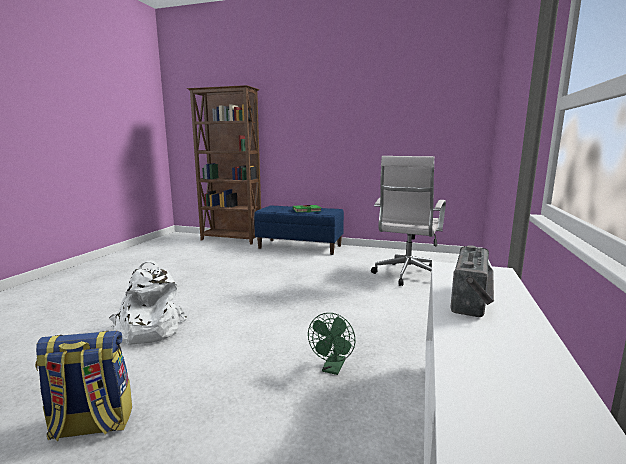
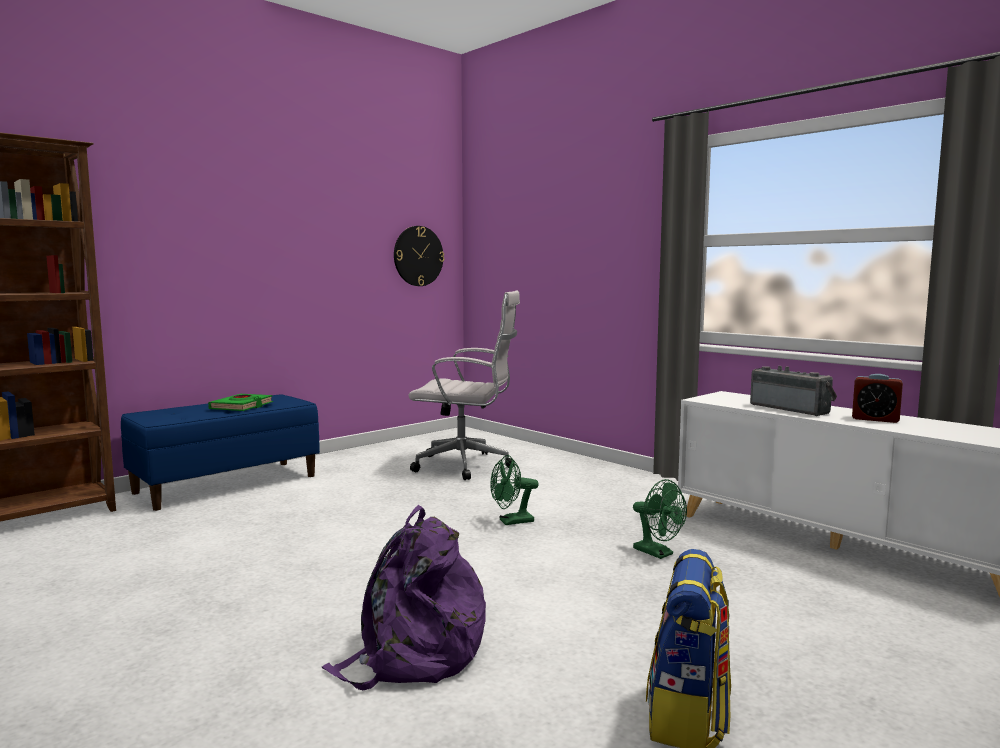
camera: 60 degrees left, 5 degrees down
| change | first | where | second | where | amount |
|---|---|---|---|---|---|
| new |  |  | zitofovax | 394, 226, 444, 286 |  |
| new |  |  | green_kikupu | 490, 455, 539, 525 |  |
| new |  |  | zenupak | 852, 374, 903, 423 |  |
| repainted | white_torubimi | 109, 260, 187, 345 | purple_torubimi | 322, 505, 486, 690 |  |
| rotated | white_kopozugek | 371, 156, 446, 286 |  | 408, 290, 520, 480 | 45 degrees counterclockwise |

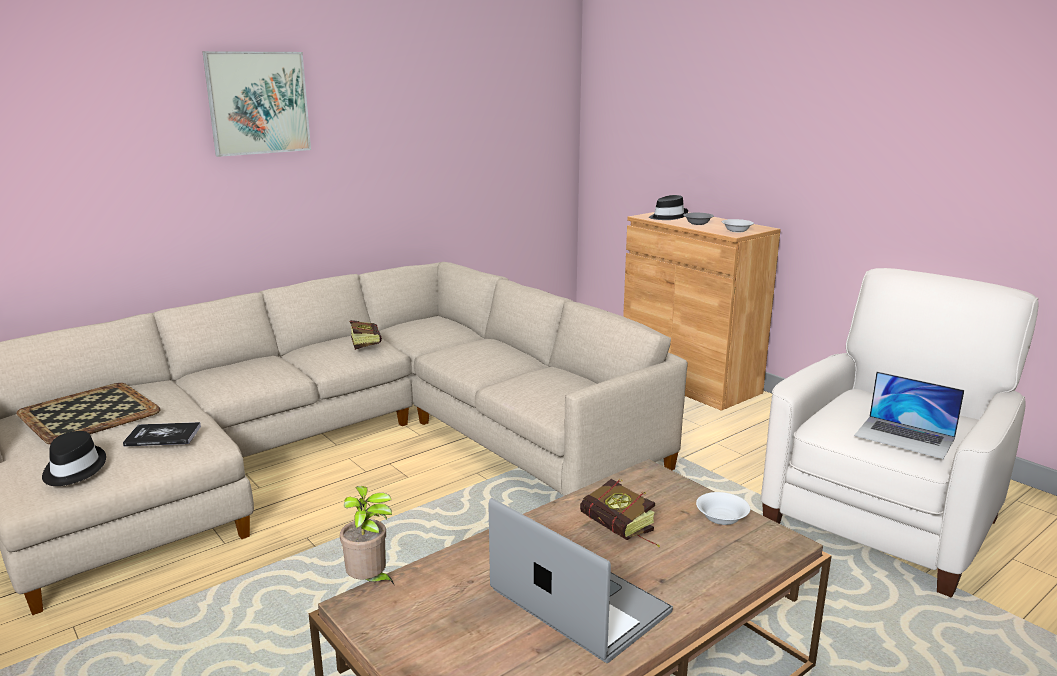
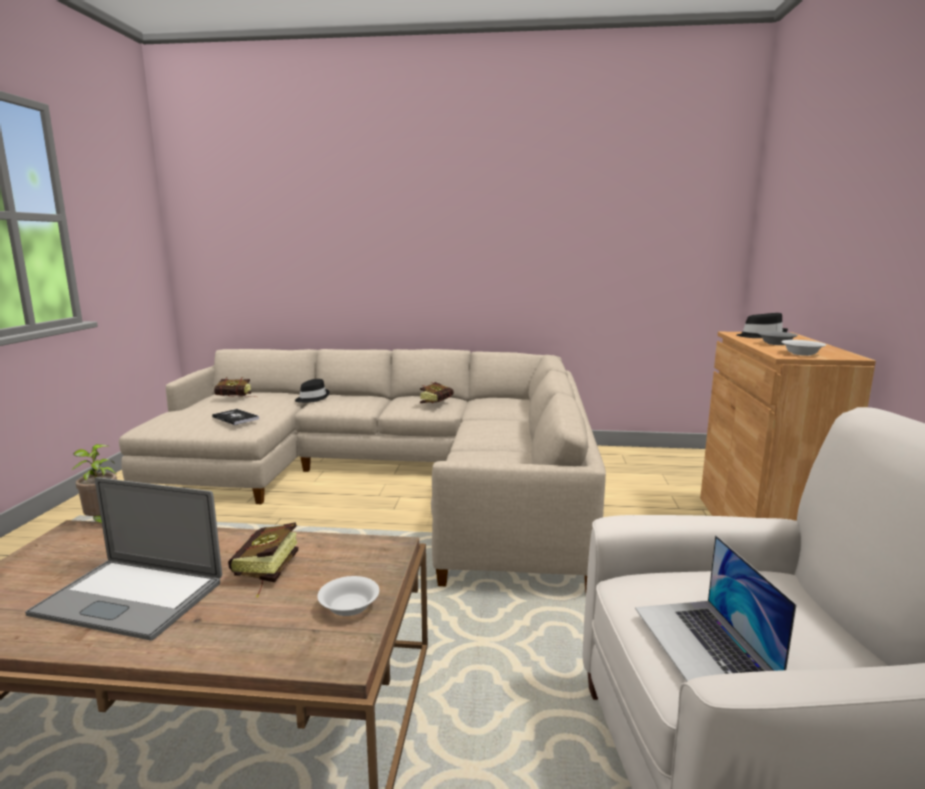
camera: 45 degrees right, 5 degrees down
| change | first | where | second | where | amount |
|---|---|---|---|---|---|
| gone | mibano | 202, 51, 311, 157 |  |  |  |
| shifted | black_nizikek | 42, 431, 106, 486 |  | 295, 379, 330, 403 |  |
| swapped | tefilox | 16, 383, 161, 444 | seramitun | 214, 377, 258, 397 |  |
| rotated | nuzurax | 489, 498, 673, 663 |  | 25, 477, 222, 641 | 105 degrees clockwise |

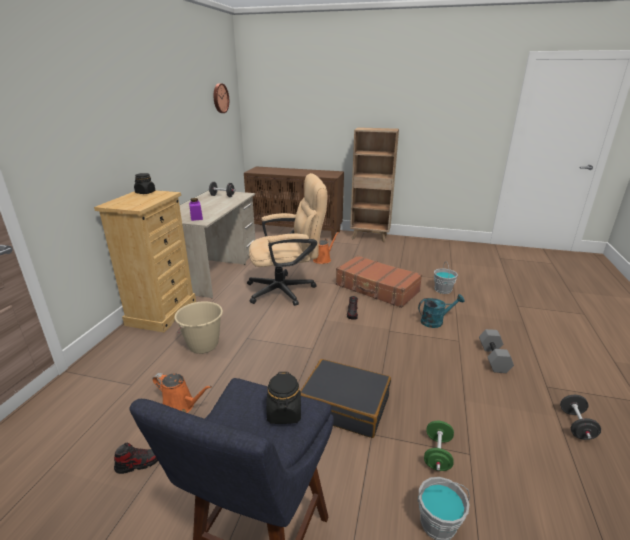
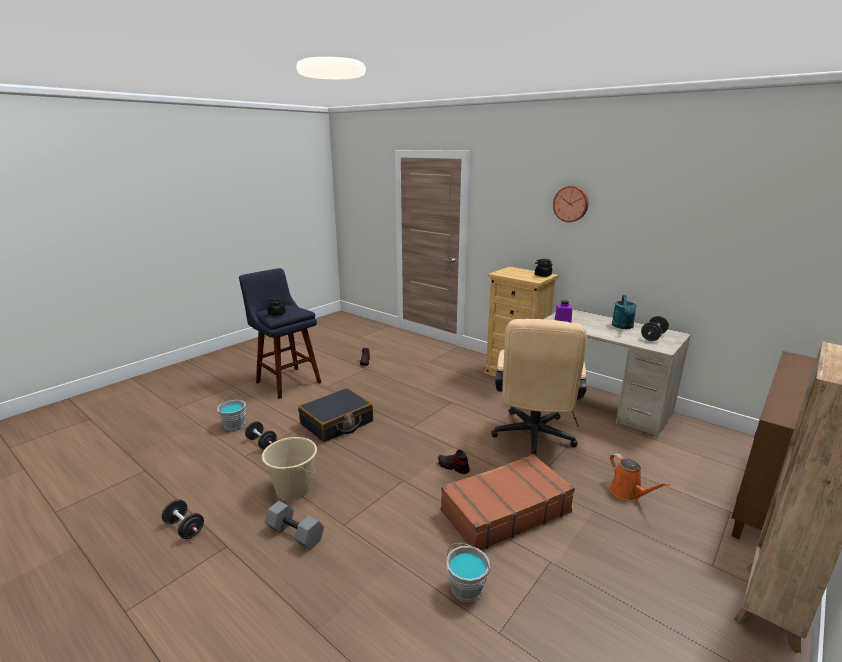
camera: 115 degrees right, 5 degrees down
| change | first | where | second | where | amount |
|---|---|---|---|---|---|
| gone | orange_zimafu | 152, 373, 212, 413 |  |  |  |
| shifted | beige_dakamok | 174, 301, 223, 354 |  | 262, 437, 317, 499 |  |
| shifted | zitofovax | 214, 83, 229, 113 |  | 553, 186, 588, 222 |  |
| shifted | turquoise_zimafu | 418, 294, 465, 328 |  | 612, 295, 636, 329 |  |
| repainted | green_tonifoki | 424, 421, 454, 471 | black_tonifoki | 245, 421, 277, 450 |  |

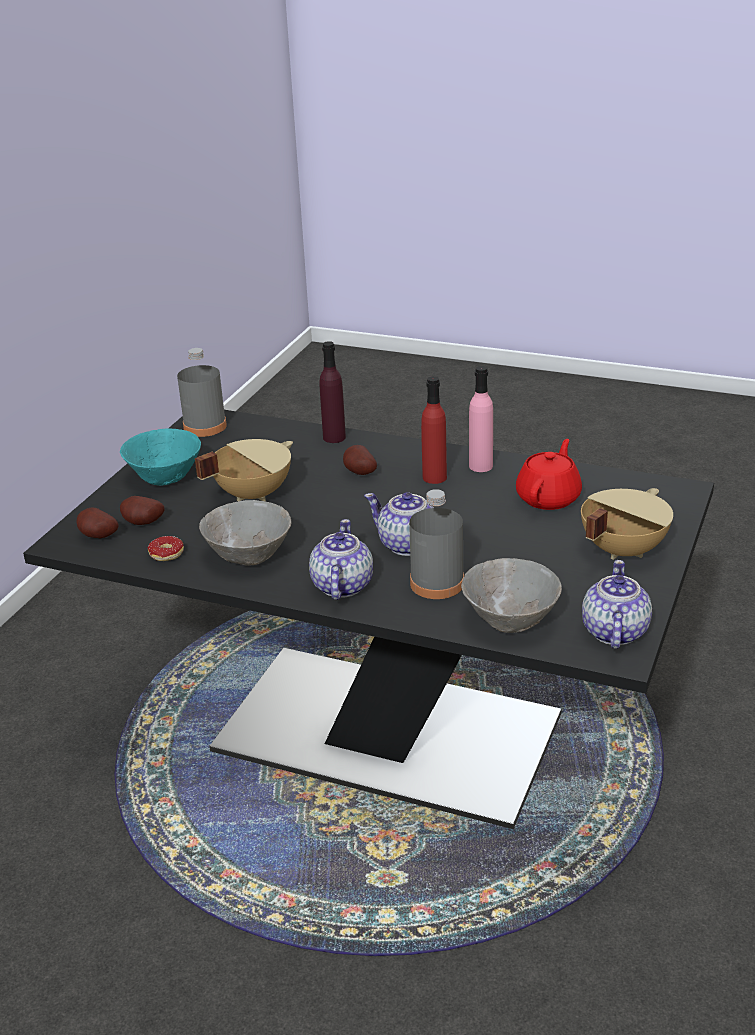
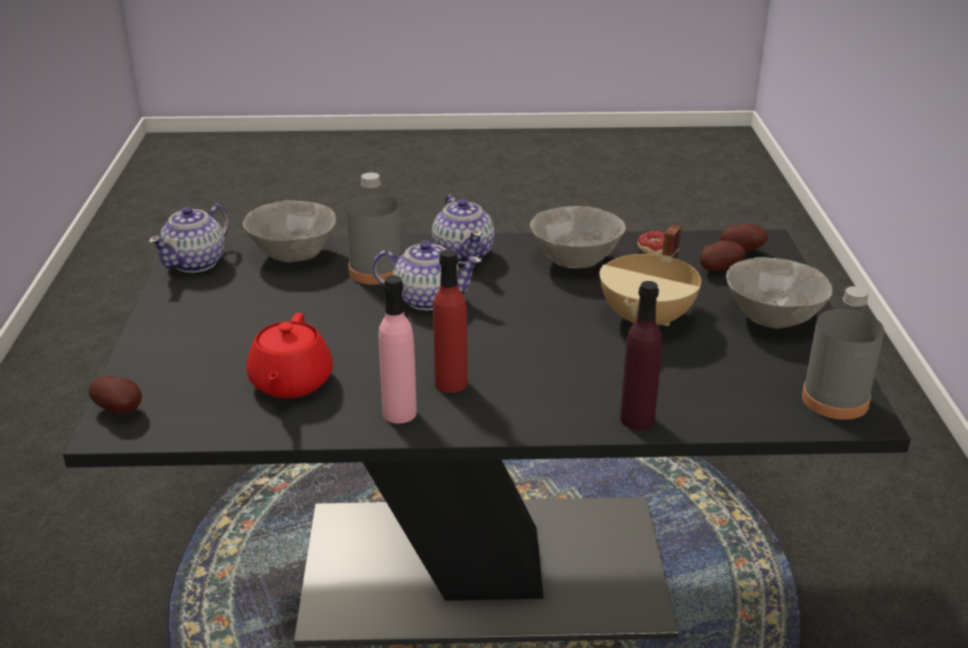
camera: 155 degrees right, 0 degrees up
| change | first | where | second | where | amount |
|---|---|---|---|---|---|
| gone | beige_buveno | 581, 488, 673, 560 |  |  |  |
| shifted | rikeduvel | 343, 445, 377, 475 |  | 88, 376, 142, 414 |  |
| repainted | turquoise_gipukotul | 120, 428, 201, 486 | grey_gipukotul | 726, 257, 832, 329 |  |
| rotated | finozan | 582, 560, 652, 649 |  | 149, 204, 230, 273 | 45 degrees clockwise |

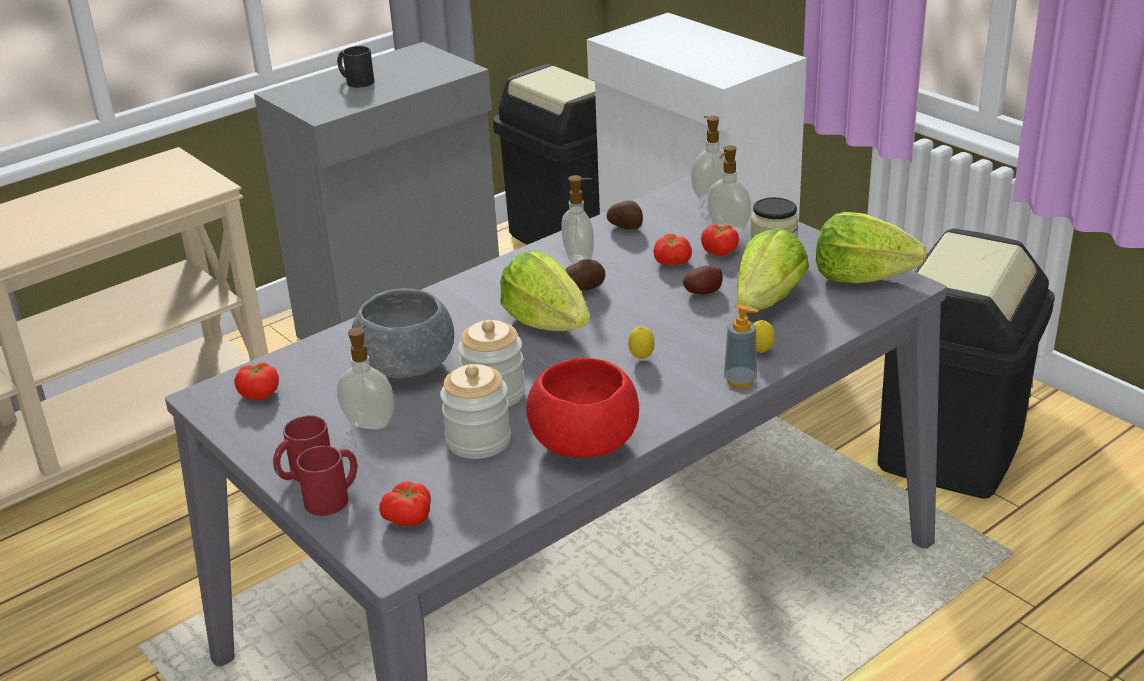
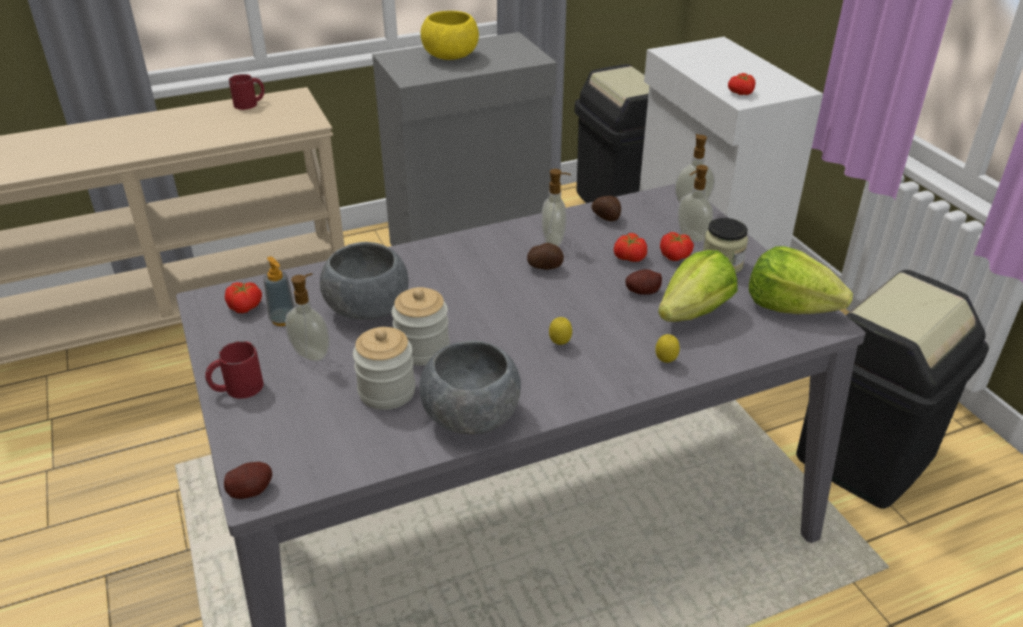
camera: 15 degrees right, 5 degrees up
| change | first | where | second | where | amount |
|---|---|---|---|---|---|
| gone | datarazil | 500, 251, 590, 331 |  |  |  |
| new |  |  | rikeduvel | 224, 462, 272, 499 |  |
| shifted | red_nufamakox | 296, 446, 357, 516 |  | 229, 74, 265, 110 |  |
| shifted | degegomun | 379, 481, 431, 526 |  | 728, 73, 756, 95 |  |
| shifted | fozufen | 724, 303, 758, 388 |  | 263, 256, 295, 326 |  |
| swapped | black_nufamakox | 337, 46, 374, 88 | yellow_gipukotul | 421, 11, 479, 60 |  |
| repainted | red_gipukotul | 526, 358, 639, 458 | grey_gipukotul | 419, 341, 521, 434 |  |

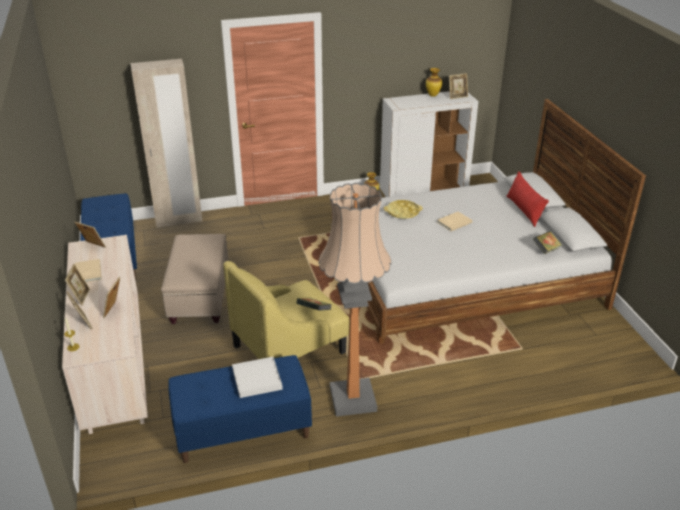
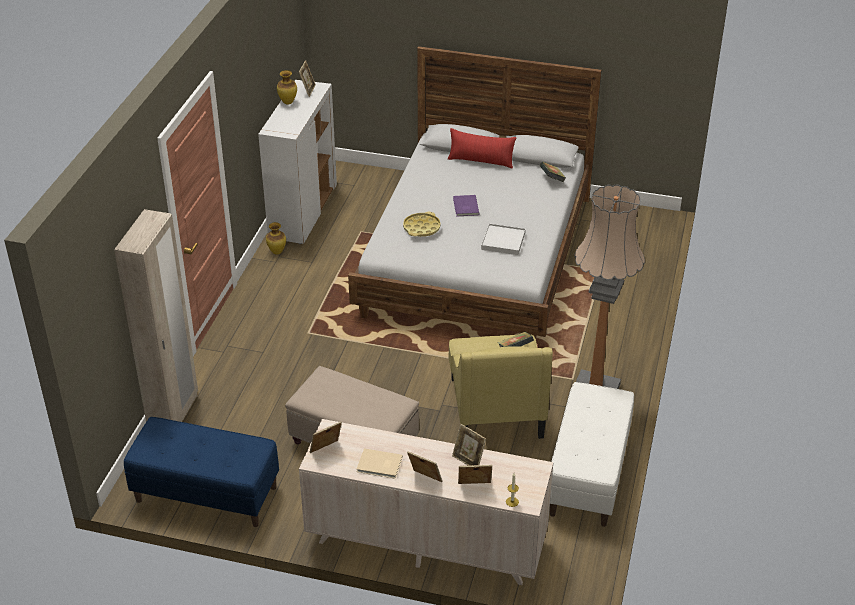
camera: 60 degrees left, 5 degrees up
| change | first | where | second | where | amount |
|---|---|---|---|---|---|
| shifted | white_tefilox | 232, 357, 283, 398 |  | 481, 224, 526, 255 |  |
| repainted | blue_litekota | 168, 355, 312, 463 | white_litekota | 550, 382, 634, 527 |  |
| repainted | beige_seramitun | 437, 212, 473, 231 | purple_seramitun | 453, 195, 479, 217 |  |

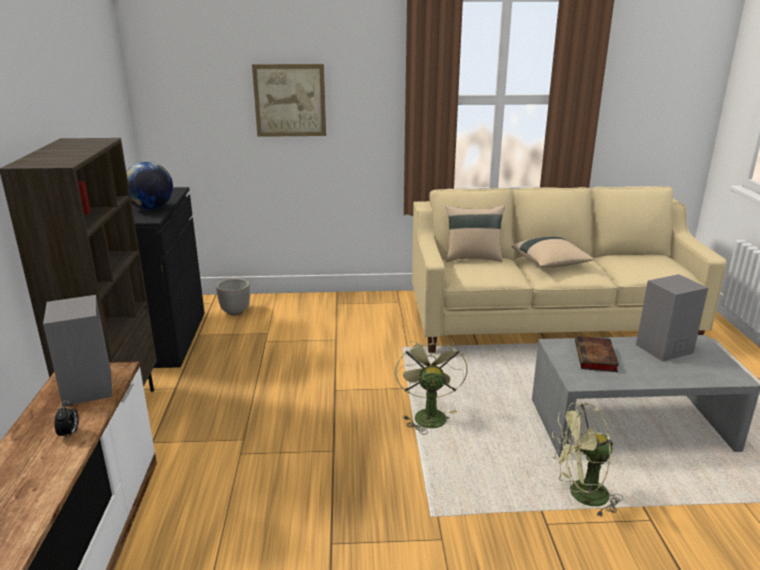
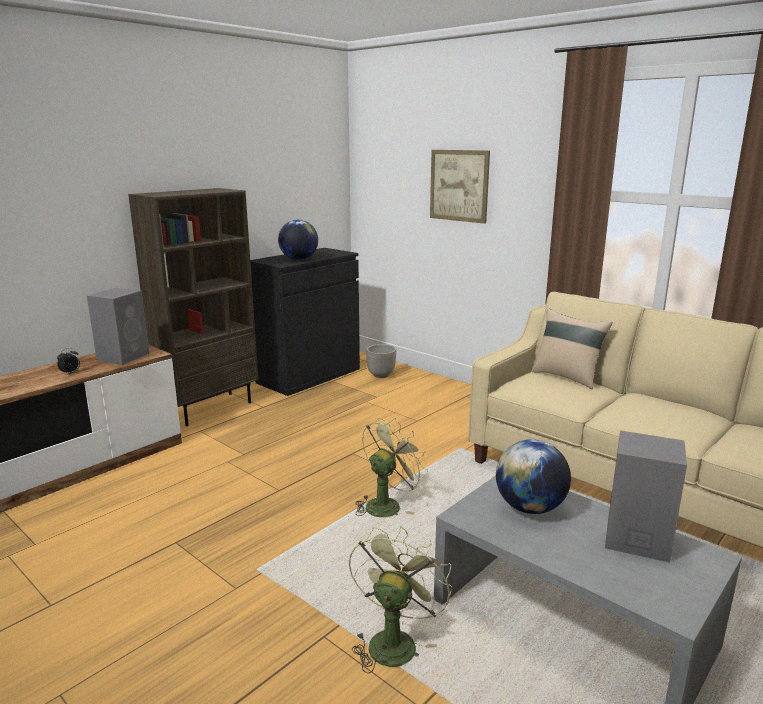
camera: 45 degrees right, 5 degrees down
| change | first | where | second | where | amount |
|---|---|---|---|---|---|
| gone | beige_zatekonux | 512, 237, 594, 268 |  |  |  |
| swapped | seramitun | 575, 336, 619, 372 | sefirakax | 496, 439, 571, 514 |  |
| rotated | green_kikupu | 552, 403, 623, 517 |  | 349, 526, 452, 674 | 75 degrees clockwise |

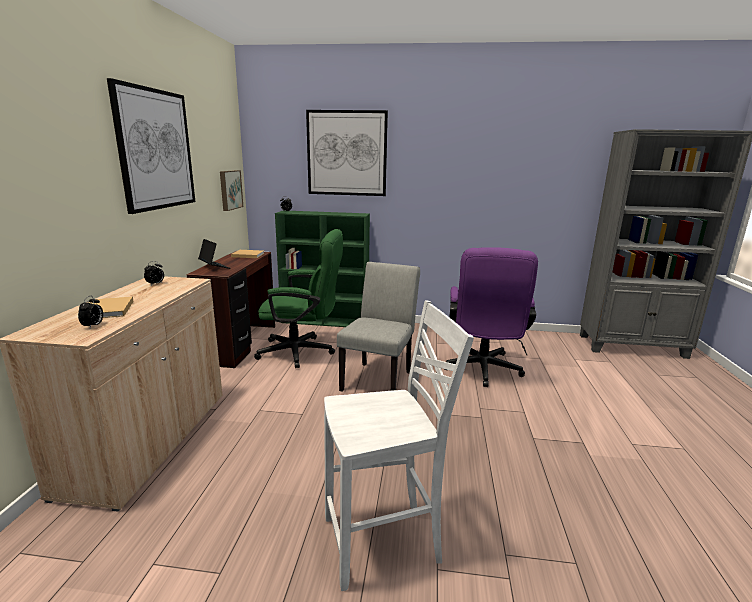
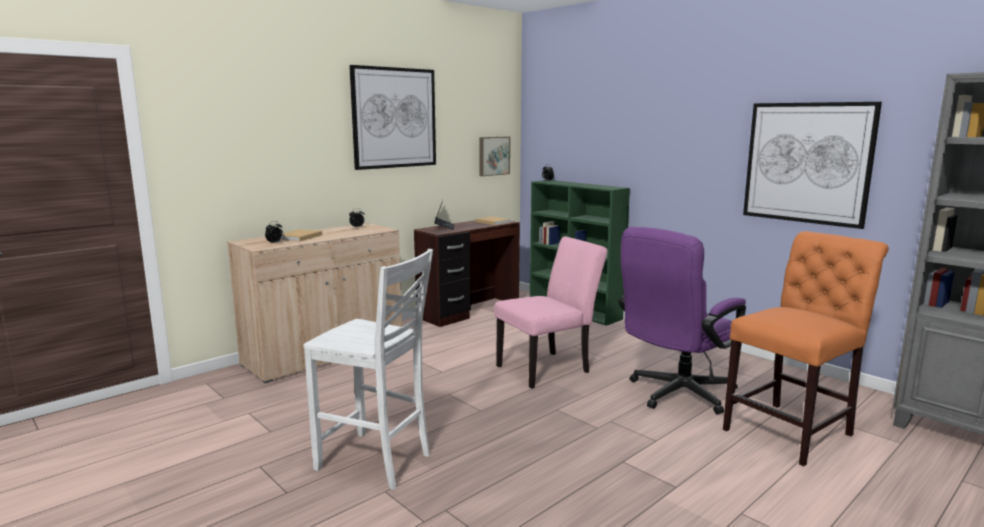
camera: 40 degrees right, 5 degrees down
| change | first | where | second | where | amount |
|---|---|---|---|---|---|
| gone | green_kopozugek | 254, 229, 343, 368 |  |  |  |
| new |  |  | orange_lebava | 723, 231, 889, 466 |  |
| shifted | mibano | 306, 110, 388, 196 |  | 743, 102, 882, 229 |  |
| repainted | grey_lebava | 337, 262, 420, 392 | pink_lebava | 495, 236, 607, 389 |  |

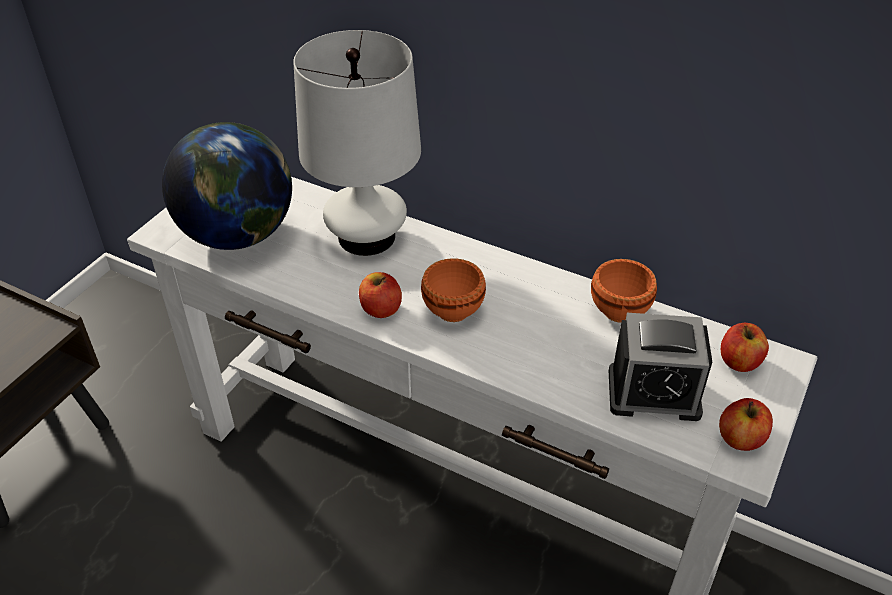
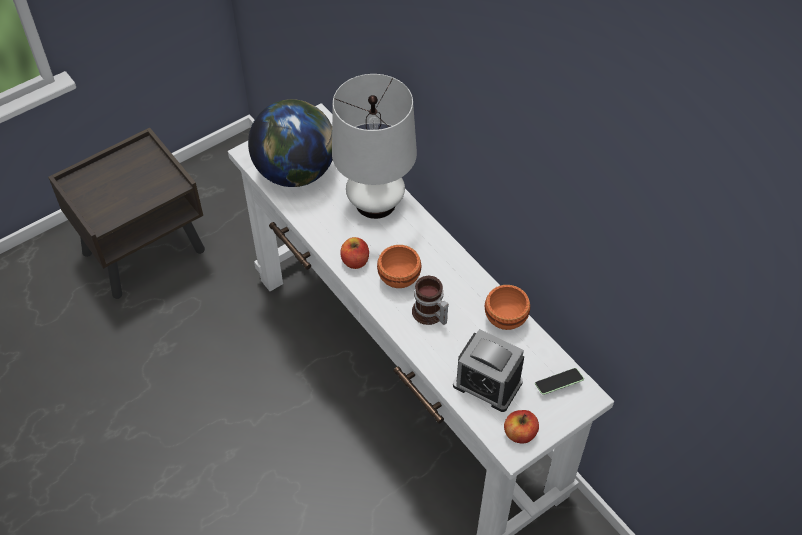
camera: 25 degrees right, 10 degrees up
| change | first | where | second | where | amount |
|---|---|---|---|---|---|
| new |  |  | nufamakox | 412, 276, 449, 325 |  |
| swapped | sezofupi | 721, 323, 769, 372 | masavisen | 535, 368, 584, 395 |  |

